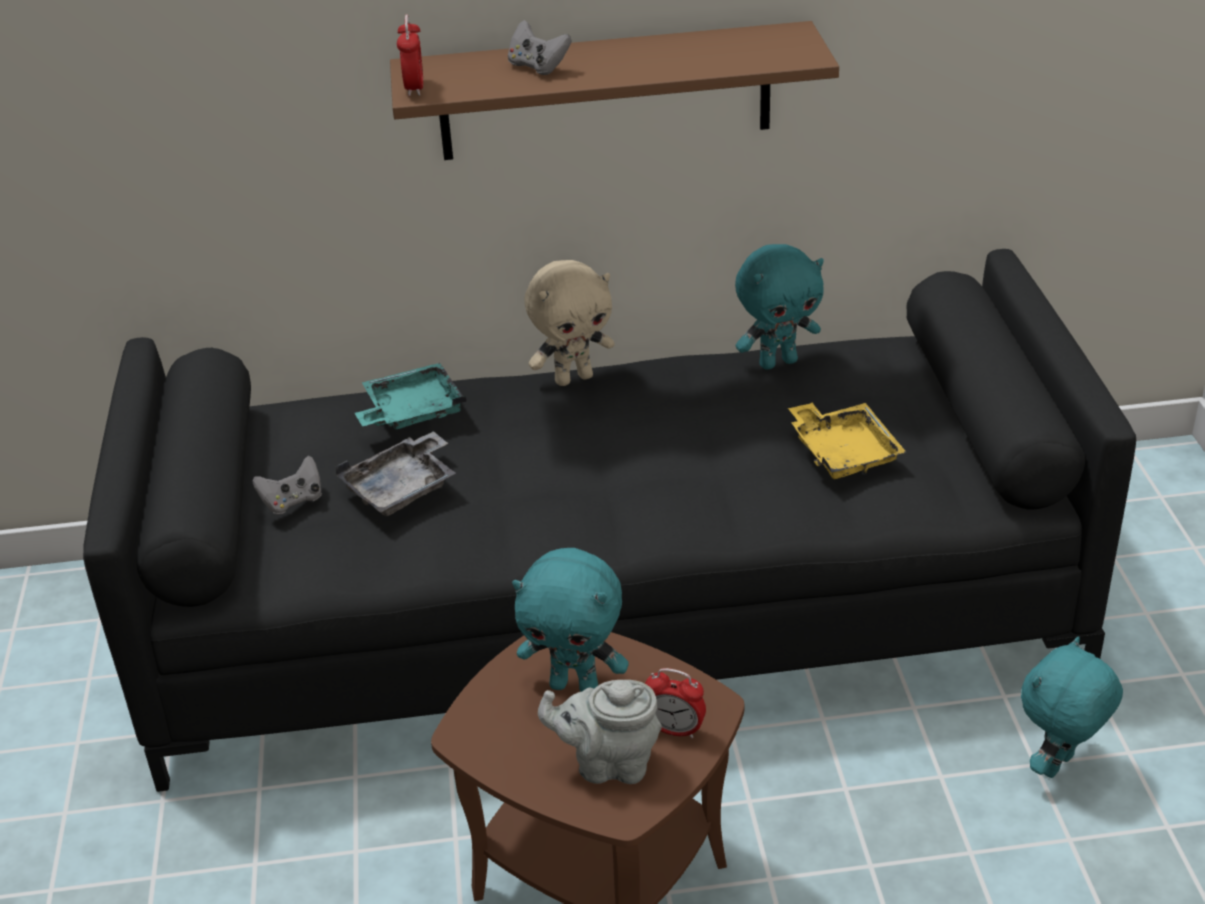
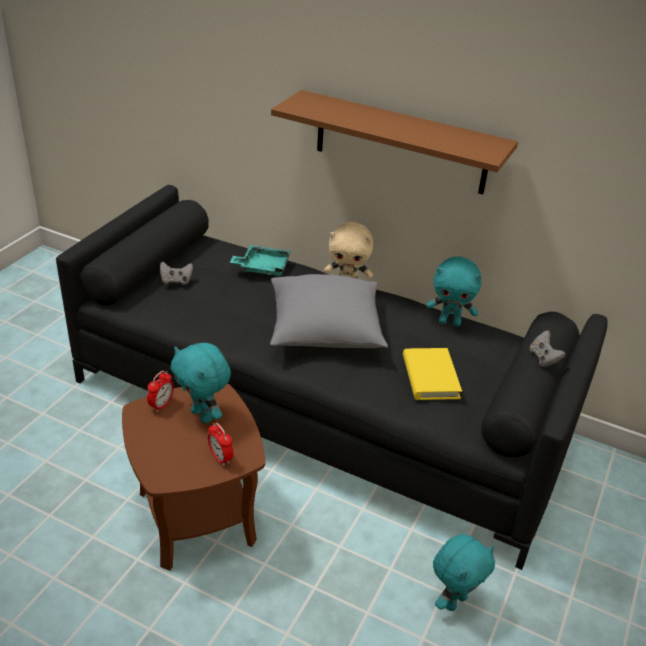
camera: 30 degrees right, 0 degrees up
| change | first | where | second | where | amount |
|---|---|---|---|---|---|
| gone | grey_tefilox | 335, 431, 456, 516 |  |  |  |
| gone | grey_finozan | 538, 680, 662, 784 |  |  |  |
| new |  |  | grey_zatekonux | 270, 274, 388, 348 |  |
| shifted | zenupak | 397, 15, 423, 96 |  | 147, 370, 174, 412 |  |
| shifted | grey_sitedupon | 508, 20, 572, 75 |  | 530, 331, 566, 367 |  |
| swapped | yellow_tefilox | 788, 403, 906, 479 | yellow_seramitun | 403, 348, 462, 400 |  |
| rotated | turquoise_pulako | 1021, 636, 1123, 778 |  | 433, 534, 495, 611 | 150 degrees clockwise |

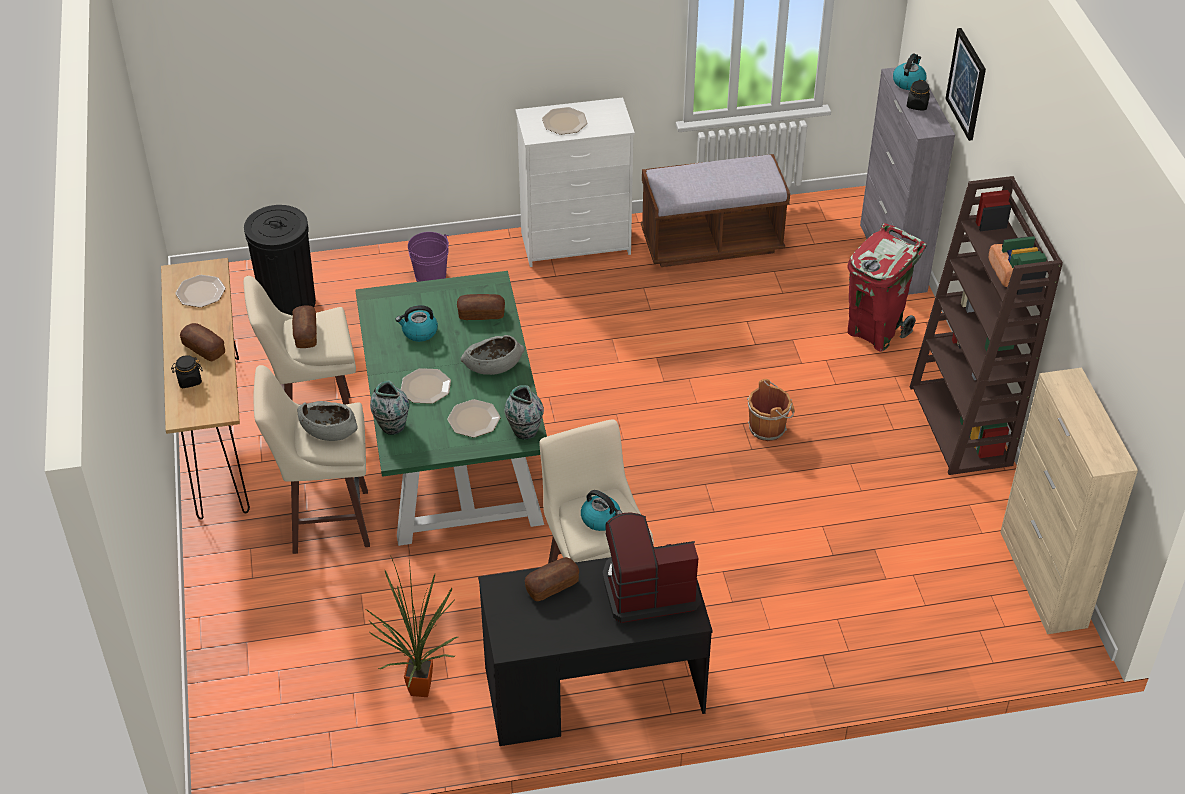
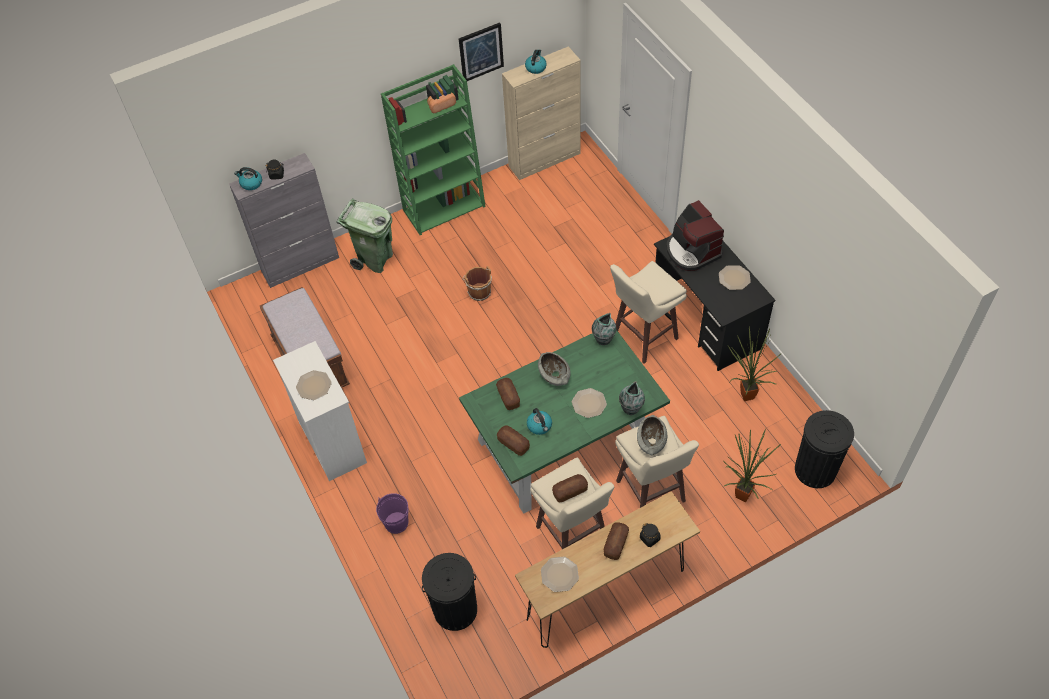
camera: 105 degrees left, 10 degrees up
| change | first | where | second | where | amount |
|---|---|---|---|---|---|
| new |  |  | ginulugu | 723, 429, 781, 502 |  |
| new |  |  | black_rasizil | 795, 410, 854, 488 |  |
| shifted | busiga | 447, 399, 500, 437 |  | 719, 265, 751, 290 |  |
| shifted | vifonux | 525, 557, 579, 601 |  | 497, 425, 530, 456 |  |
| shifted | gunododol | 581, 490, 622, 531 |  | 525, 49, 547, 74 |  |
| shifted | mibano | 945, 28, 986, 141 |  | 459, 22, 504, 81 |  |
| repainted | red_rasizil | 847, 223, 927, 352 | green_rasizil | 336, 199, 393, 273 |  |
| repainted | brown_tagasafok | 910, 176, 1063, 475 | green_tagasafok | 381, 64, 486, 235 |  |

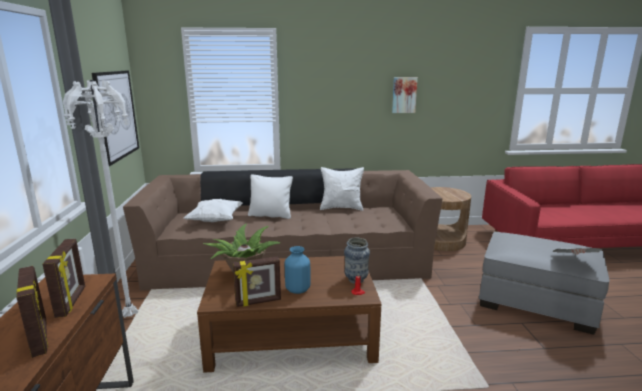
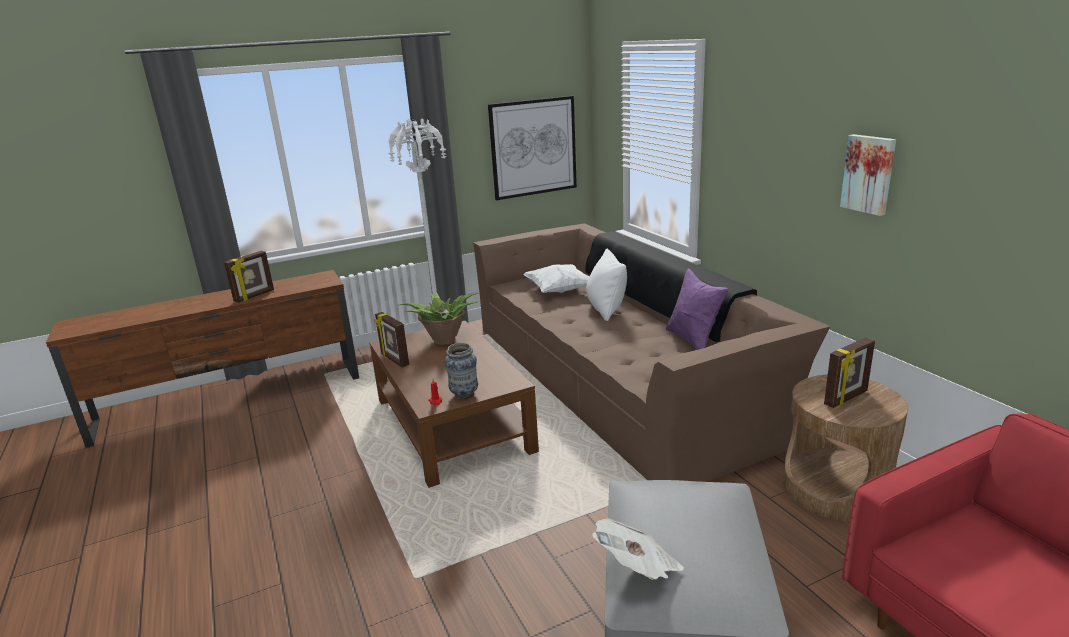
camera: 70 degrees right, 5 degrees up
| change | first | where | second | where | amount |
|---|---|---|---|---|---|
| gone | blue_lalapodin | 285, 246, 311, 294 |  |  |  |
| shifted | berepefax | 42, 239, 85, 318 |  | 824, 337, 875, 408 |  |
| repainted | white_zatekonux | 320, 167, 364, 211 | purple_zatekonux | 666, 268, 729, 350 |  |

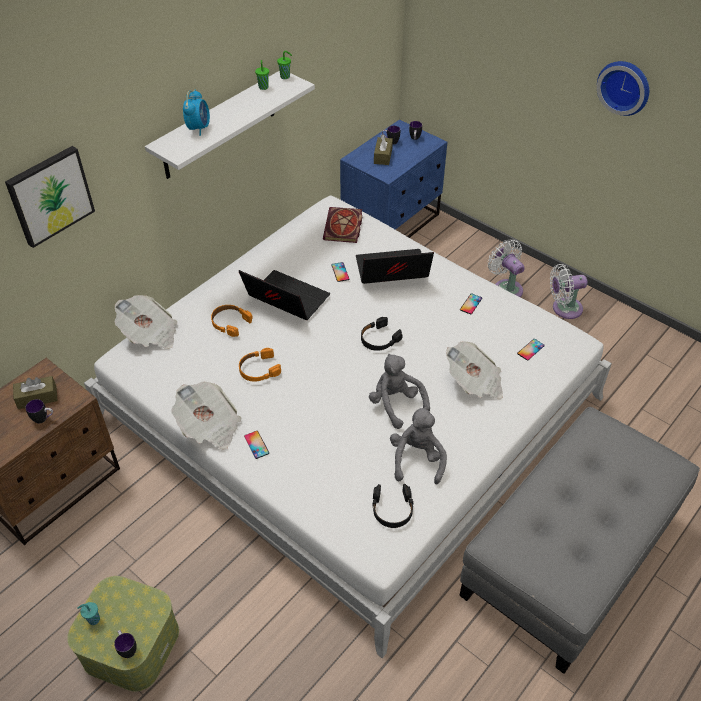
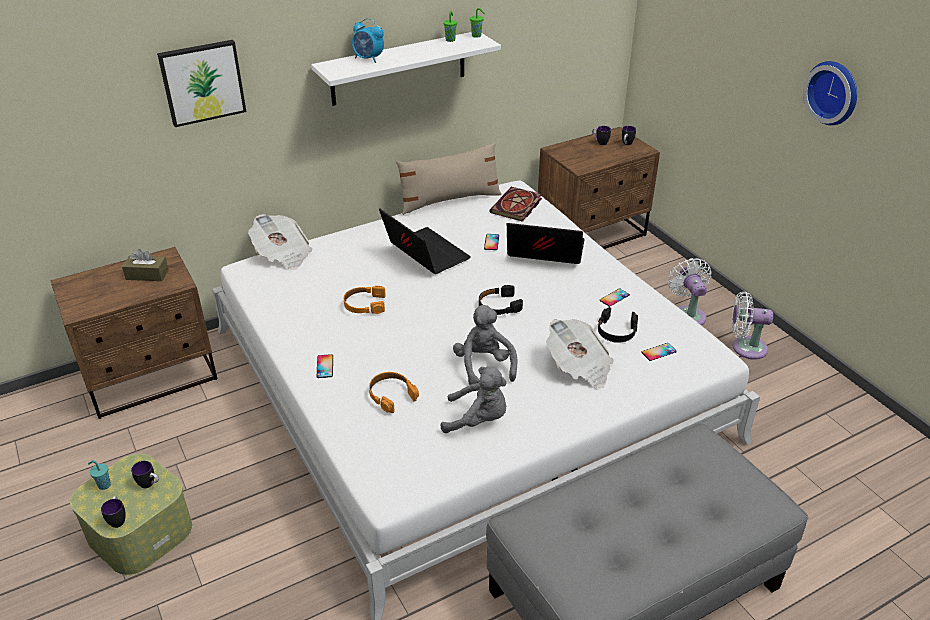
camera: 20 degrees right, 10 degrees down
| change | first | where | second | where | amount |
|---|---|---|---|---|---|
| gone | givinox | 171, 382, 242, 450 |  |  |  |
| gone | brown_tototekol | 374, 135, 393, 165 |  |  |  |
| new |  |  | beige_zatekonux | 396, 143, 502, 215 |  |
| shifted | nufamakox | 26, 399, 53, 424 |  | 131, 461, 159, 488 |  |
| shifted | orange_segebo | 211, 305, 253, 337 |  | 369, 372, 419, 413 |  |
| shifted | black_segebo | 372, 484, 413, 528 |  | 598, 307, 638, 343 |  |
| repainted | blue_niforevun | 340, 120, 447, 238 | brown_niforevun | 538, 127, 660, 249 |  |
| rotated | zenupak | 183, 90, 210, 136 |  | 352, 18, 384, 63 | 90 degrees clockwise |
| rotated | grey_pulako | 390, 407, 447, 484 |  | 441, 366, 507, 433 | 75 degrees clockwise |

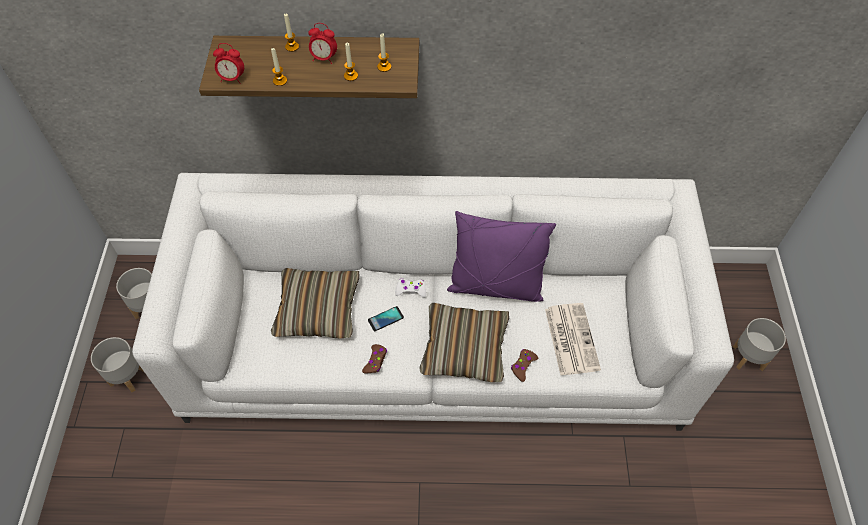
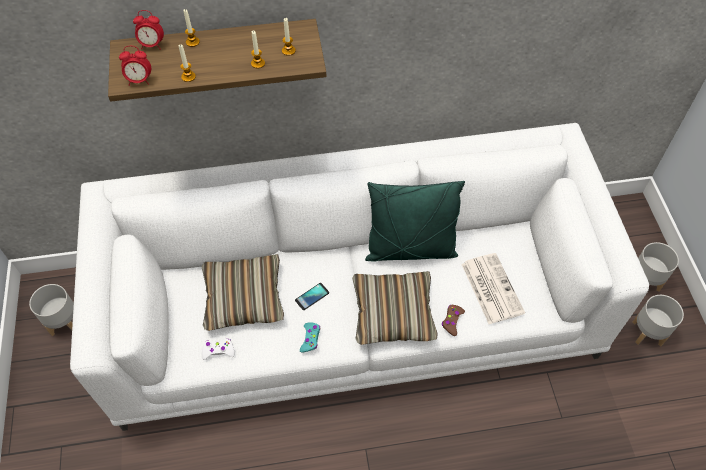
camera: 10 degrees left, 0 degrees up
| change | first | where | second | where | amount |
|---|---|---|---|---|---|
| shifted | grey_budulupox | 91, 337, 144, 392 |  | 632, 295, 684, 347 |  |
| shifted | zenupak | 308, 23, 337, 64 |  | 133, 10, 164, 50 |  |
| shifted | white_sitedupon | 395, 278, 426, 298 |  | 202, 339, 235, 360 |  |
| repainted | brown_sitedupon | 362, 344, 387, 374 | turquoise_sitedupon | 300, 323, 320, 353 |  |
| repainted | purple_zatekonux | 447, 211, 556, 302 | green_zatekonux | 365, 181, 465, 262 |  |

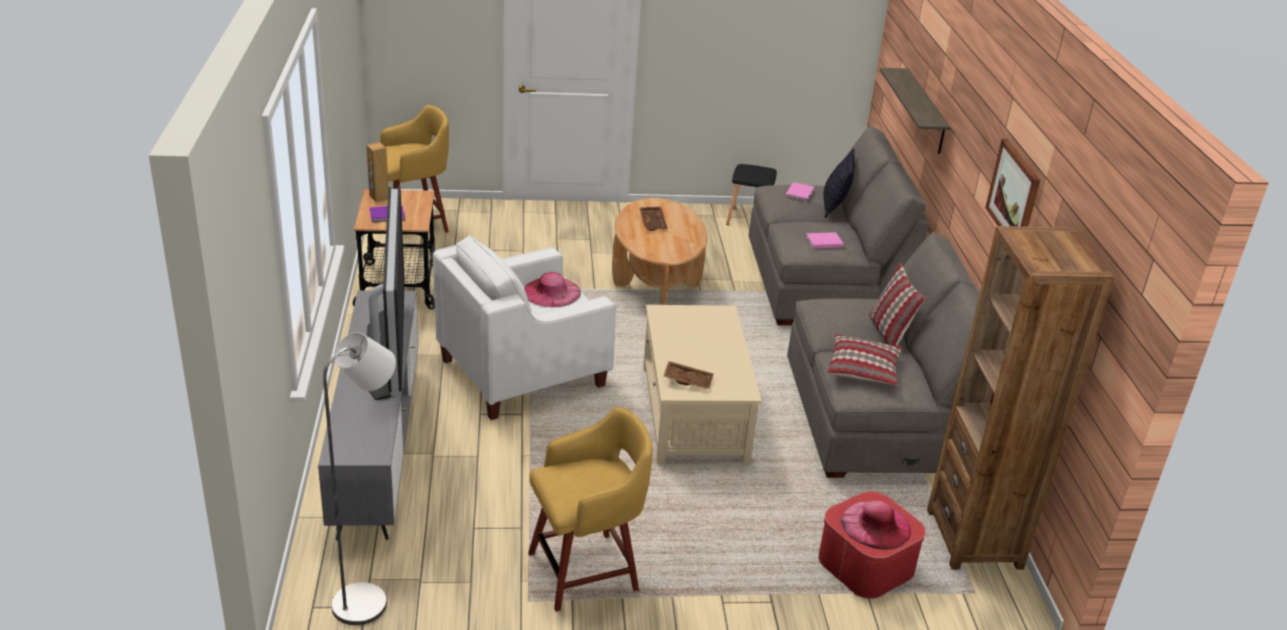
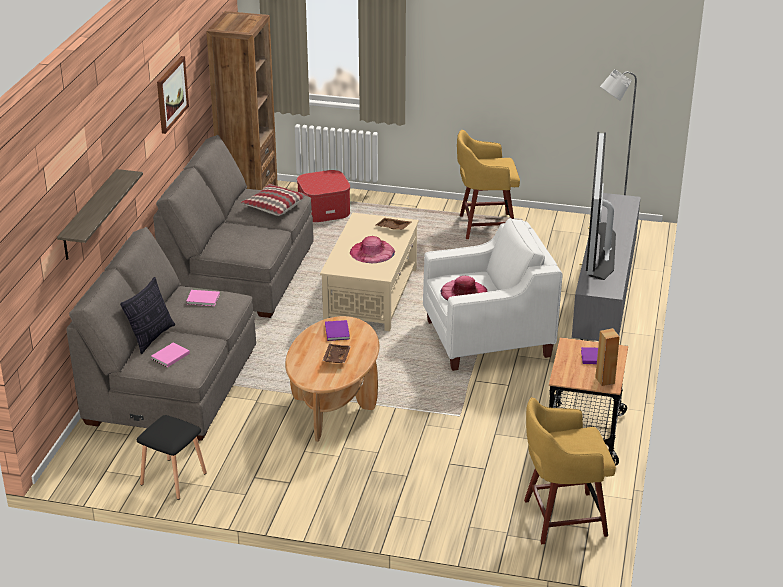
camera: 160 degrees left, 0 degrees up
| change | first | where | second | where | amount |
|---|---|---|---|---|---|
| gone | zatekonux | 869, 263, 925, 346 |  |  |  |
| new |  |  | purple_seramitun | 325, 320, 350, 341 |  |
| shifted | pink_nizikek | 841, 501, 911, 550 |  | 350, 236, 395, 263 |  |

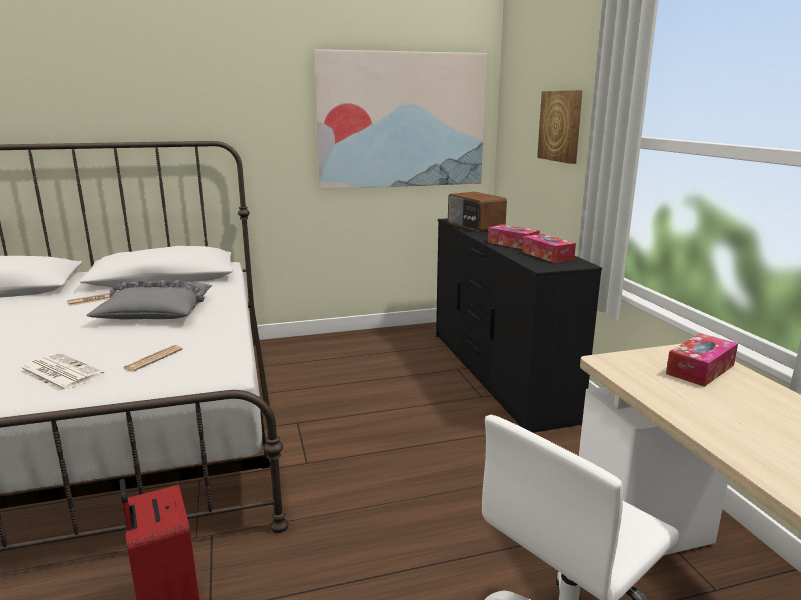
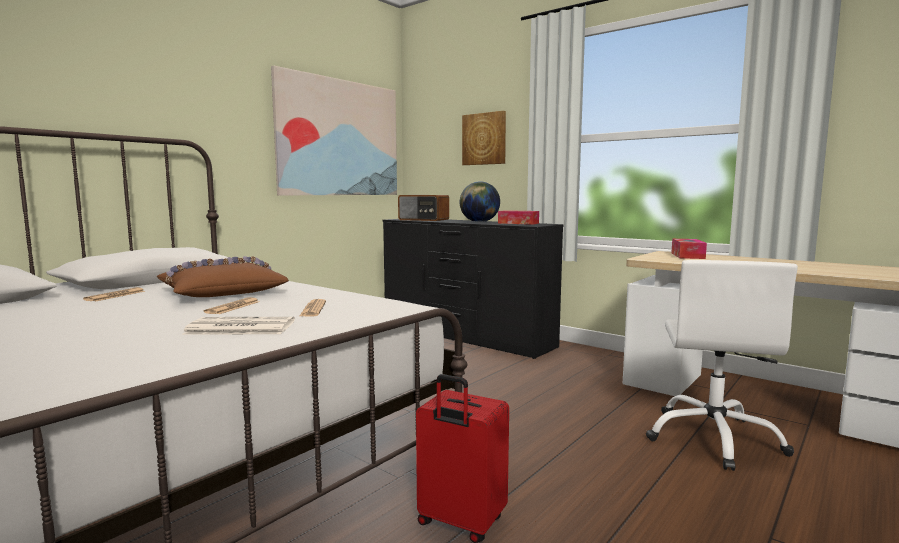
camera: 35 degrees left, 10 degrees down
| change | first | where | second | where | amount |
|---|---|---|---|---|---|
| new |  |  | givinox | 204, 297, 260, 314 |  |
| swapped | tototekol | 488, 224, 540, 249 | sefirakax | 460, 182, 500, 222 |  |
| repainted | grey_zatekonux | 86, 280, 212, 320 | brown_zatekonux | 157, 256, 289, 297 |  |

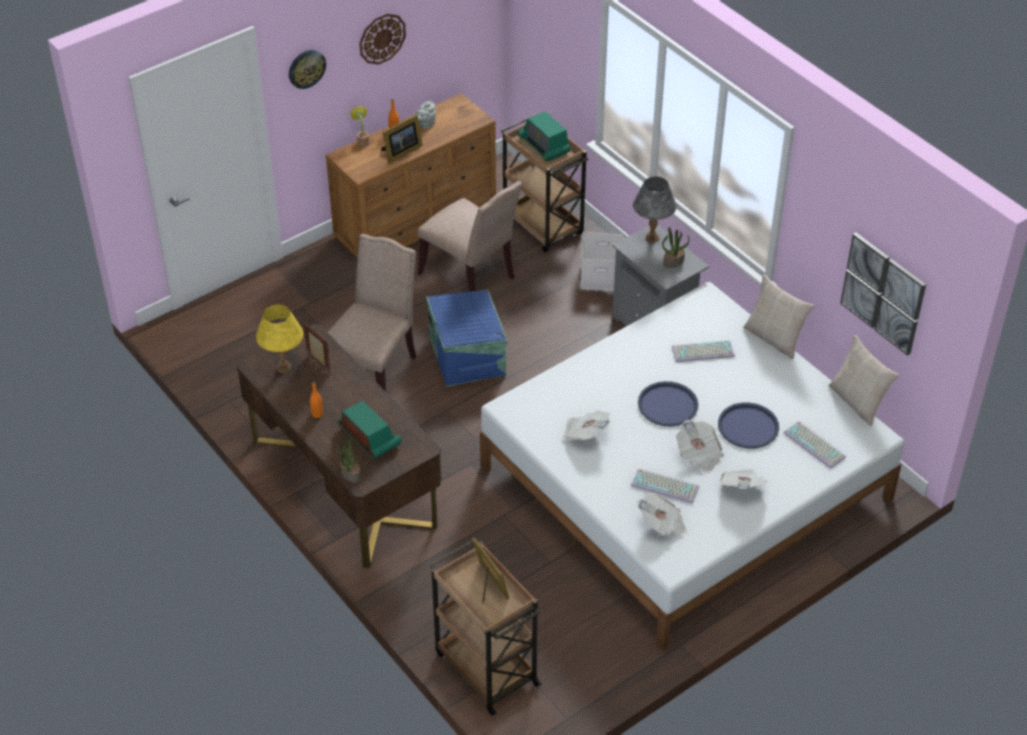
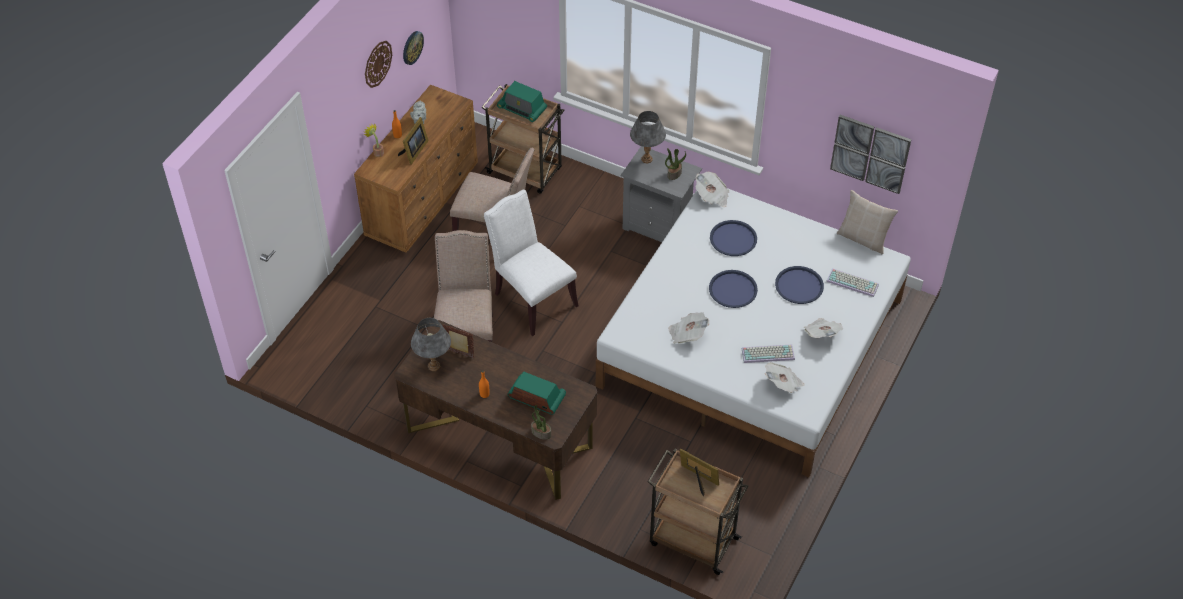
camera: 25 degrees left, 5 degrees up
| change | first | where | second | where | amount |
|---|---|---|---|---|---|
| gone | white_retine | 580, 232, 624, 291 |  |  |  |
| gone | beige_zatekonux | 743, 275, 814, 359 |  |  |  |
| shifted | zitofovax | 289, 50, 326, 89 |  | 403, 31, 424, 65 |  |
| shifted | givinox | 676, 420, 724, 474 |  | 696, 172, 729, 207 |  |
| swapped | blue_retine | 426, 290, 508, 387 | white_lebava | 484, 189, 579, 336 |  |
| swapped | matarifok | 672, 340, 735, 362 | blue_tefilox | 710, 220, 757, 256 |  |
| repainted | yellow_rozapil | 256, 305, 304, 373 | grey_rozapil | 411, 318, 451, 371 |  |

